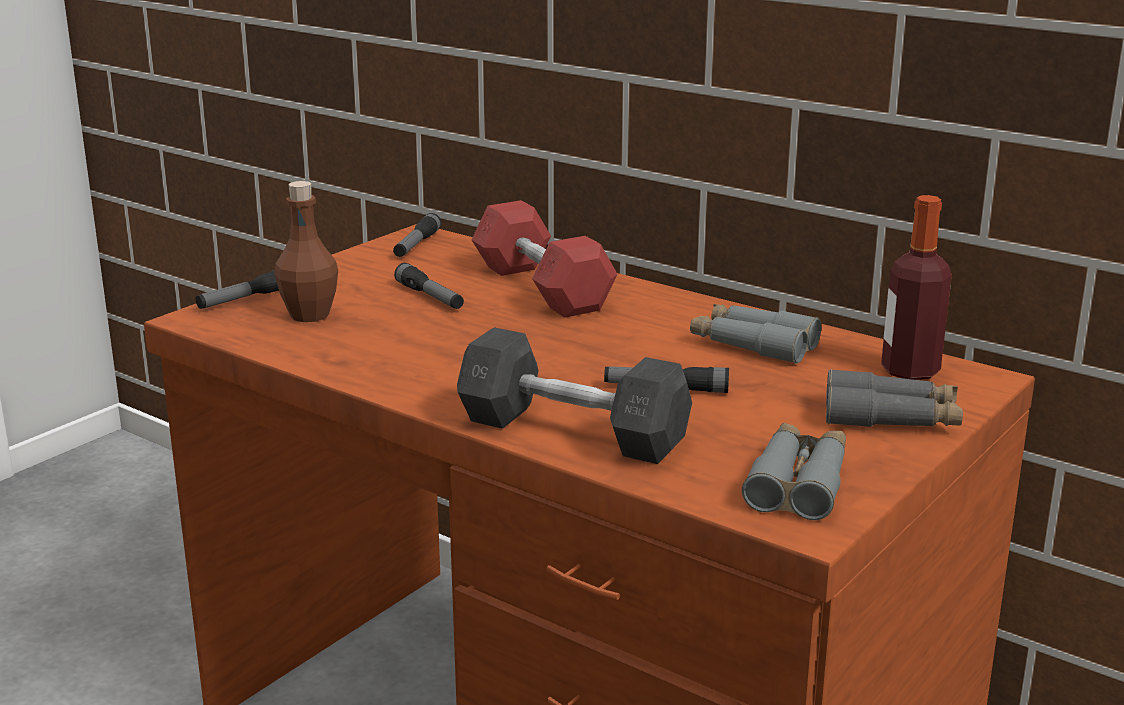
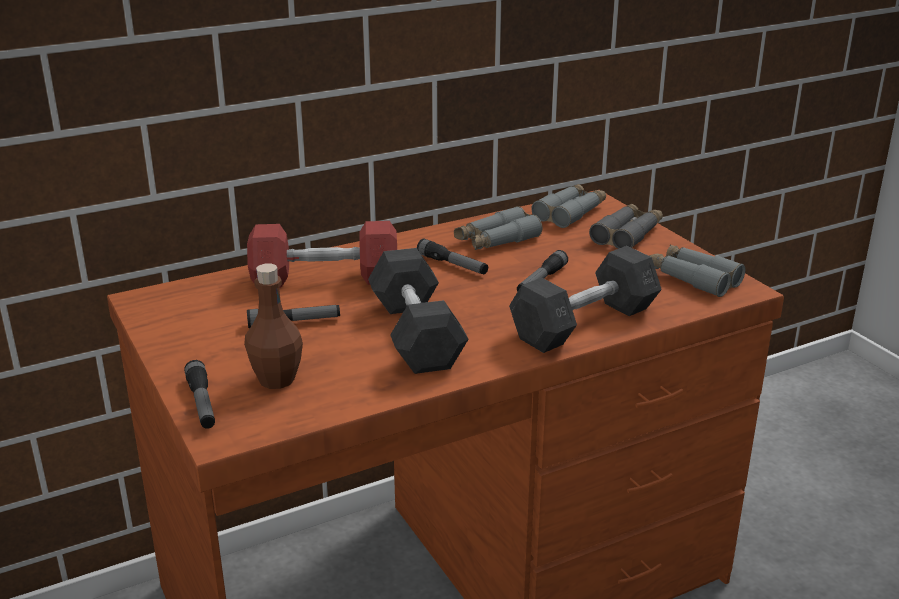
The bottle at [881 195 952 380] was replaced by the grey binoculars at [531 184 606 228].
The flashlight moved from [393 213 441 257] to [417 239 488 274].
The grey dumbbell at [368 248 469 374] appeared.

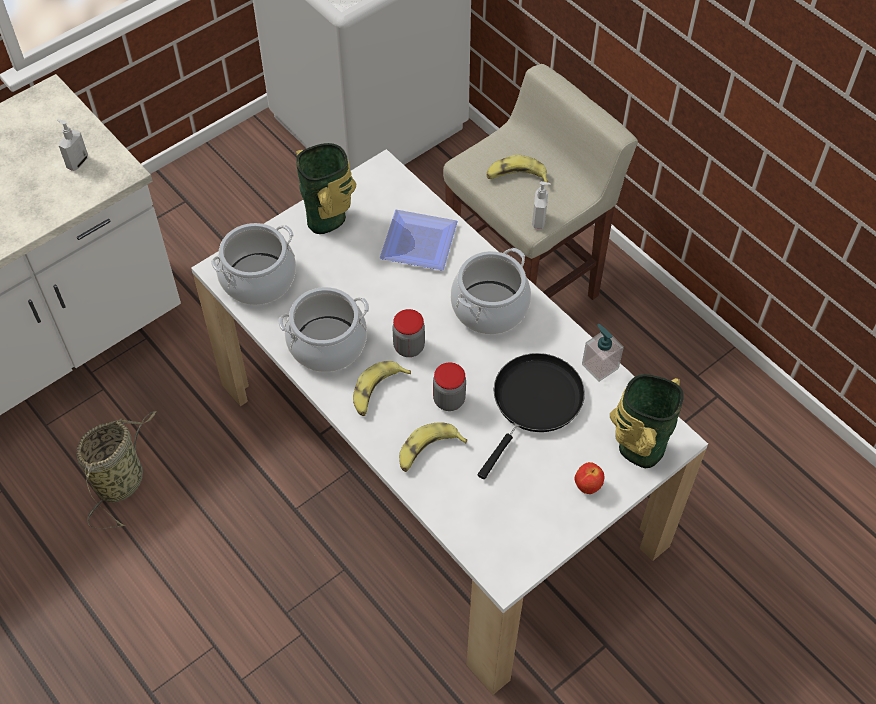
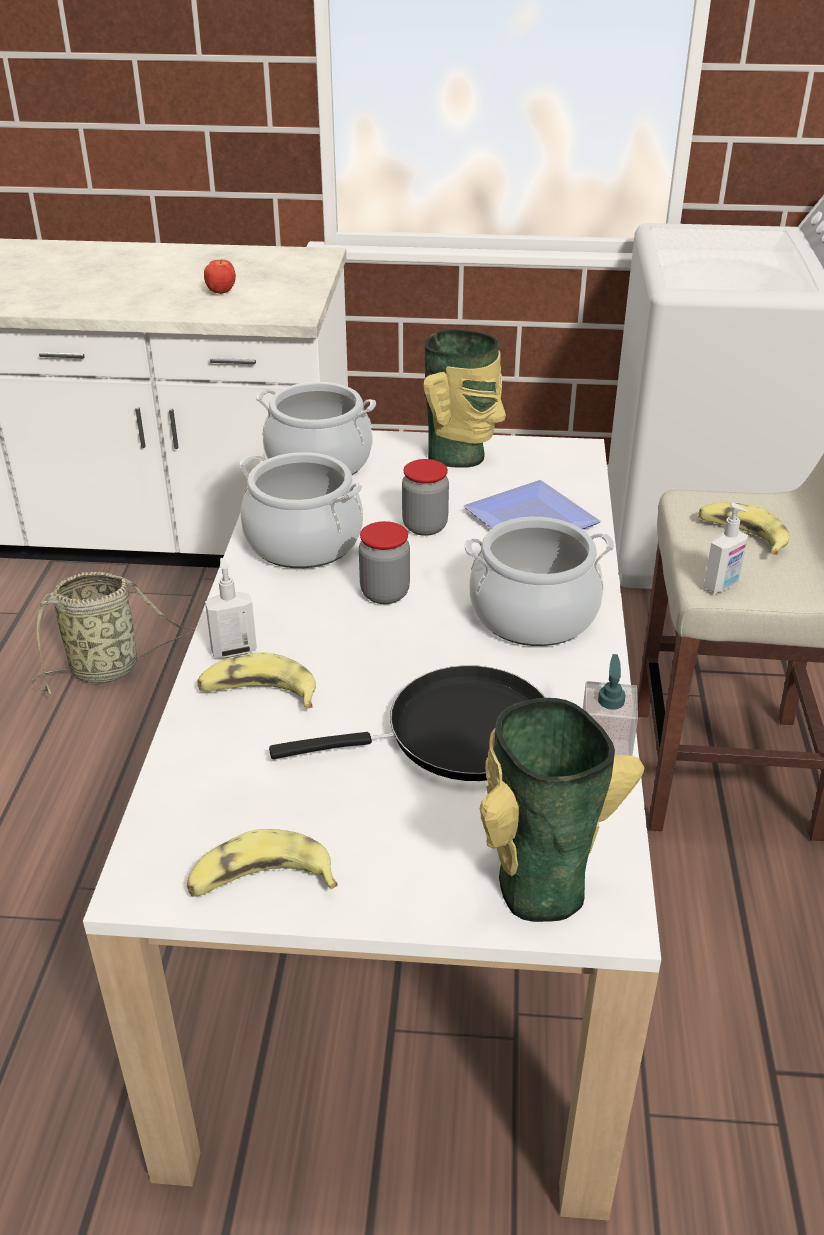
The soap dispenser moved from [57 119 88 171] to [205 558 257 658].
The banana moved from [353 361 411 416] to [187 829 338 897].
The jar moved from [433 362 466 411] to [402 459 449 536].
The apple moved from [574 462 605 494] to [204 259 236 294].

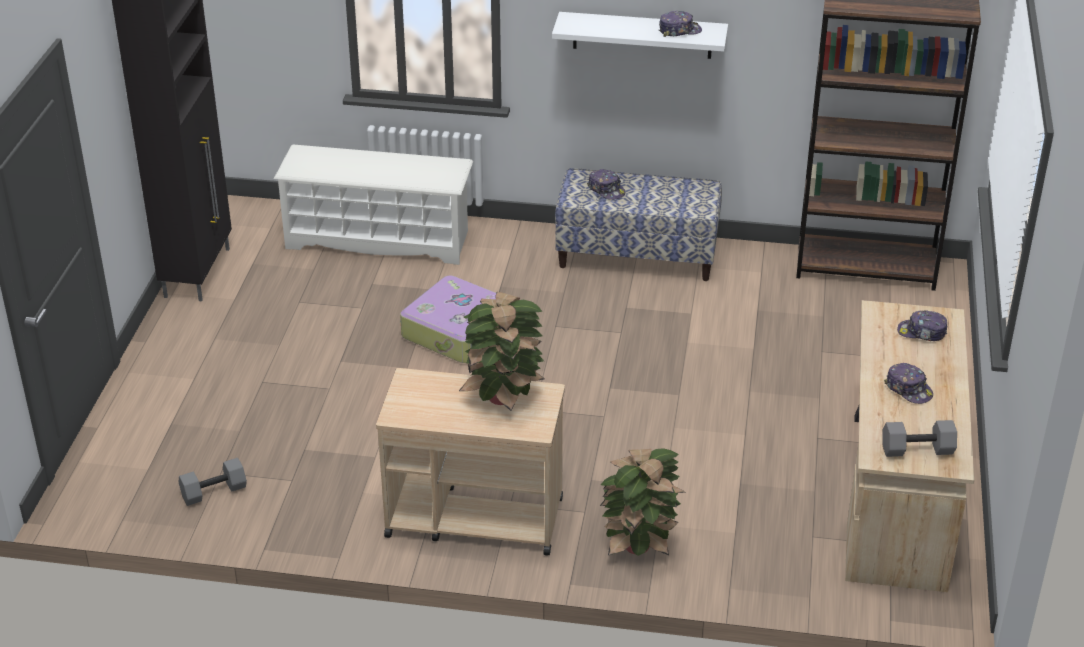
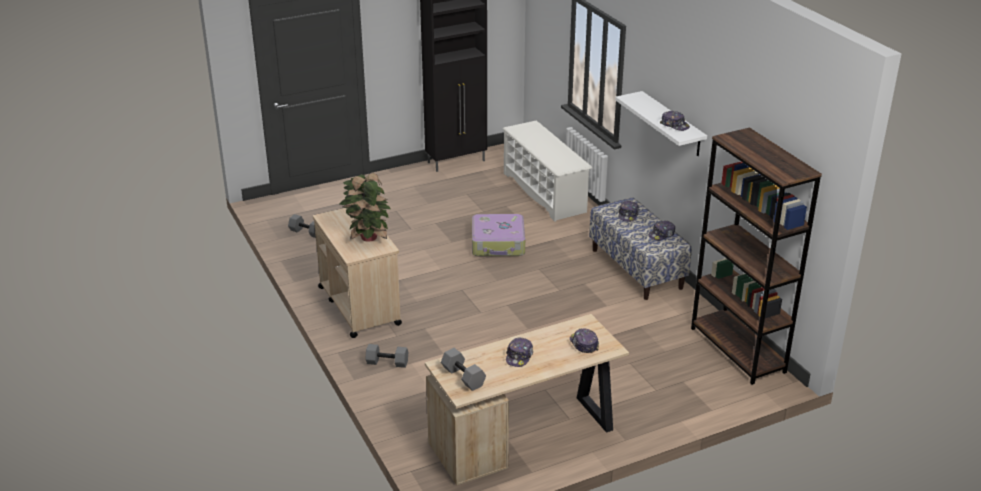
The potted plant at [600 448 685 556] was replaced by the grey dumbbell at [365 344 408 368].
The cap at [649 221 675 241] appeared.

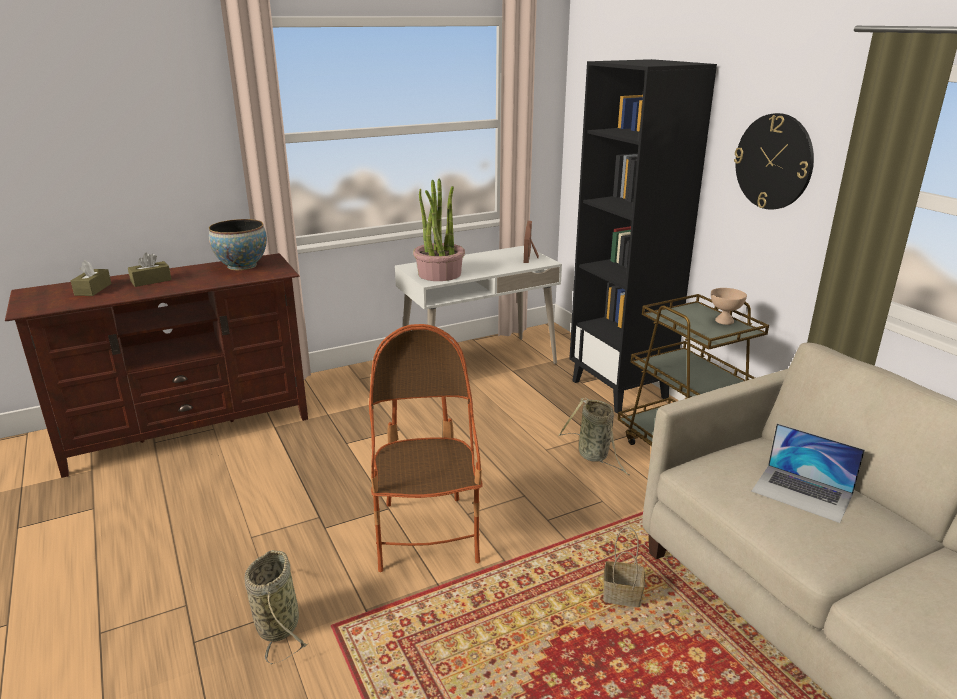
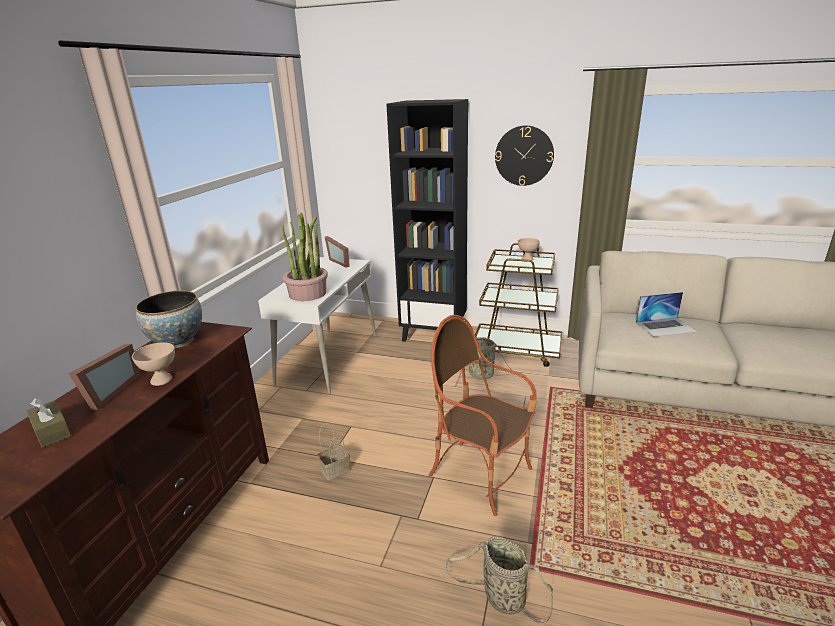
The brown tissue box at [128 253 171 287] was replaced by the picture frame at [69 344 140 410].
The basket moved from [603 527 645 607] to [317 423 350 480].
The beige bowl at [132 342 175 386] appeared.

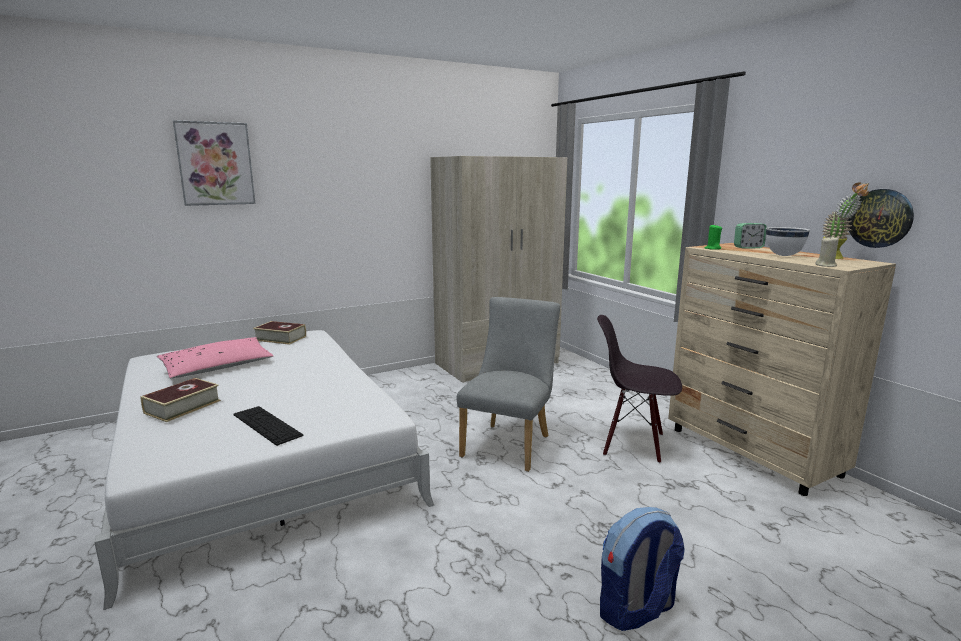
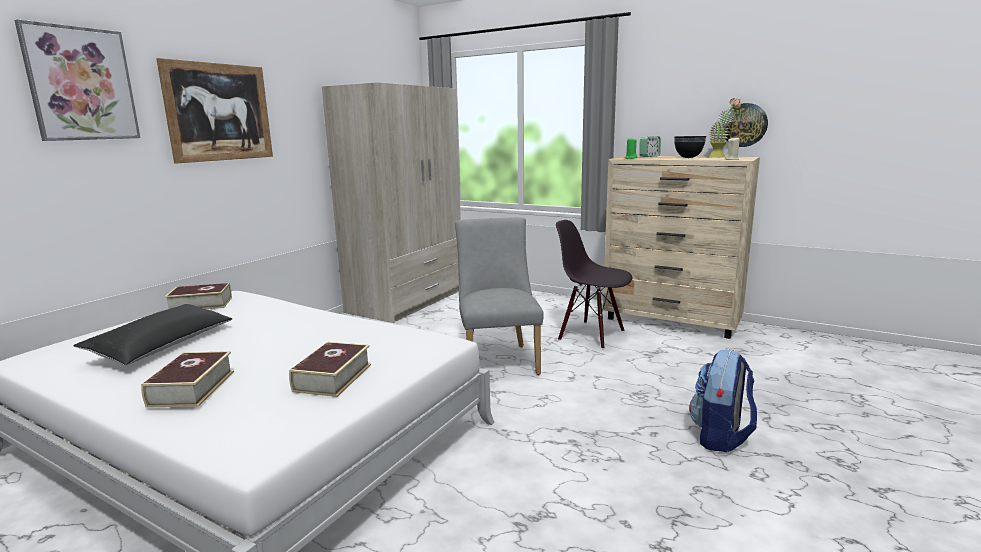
The white bowl at [766 227 810 256] became the black bowl at [674 136 706 158].
The black chair at [597 315 682 463] turned 45 degrees clockwise.
The pink pillow at [157 337 273 378] became the black pillow at [73 304 232 365].
The keyboard at [233 406 304 446] was replaced by the book at [289 342 371 397].
The picture at [156 58 273 163] appeared.

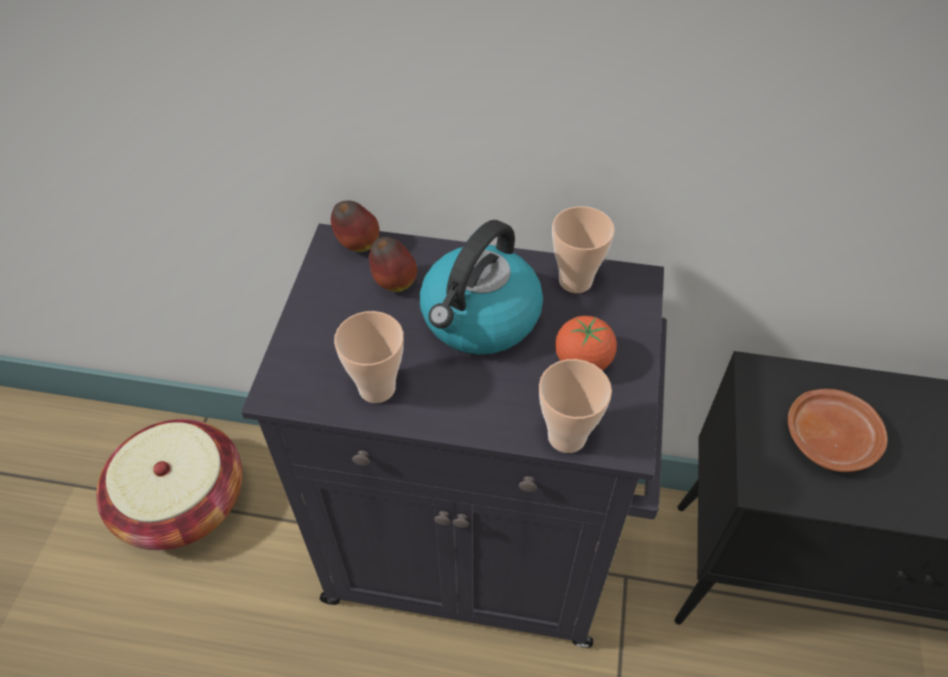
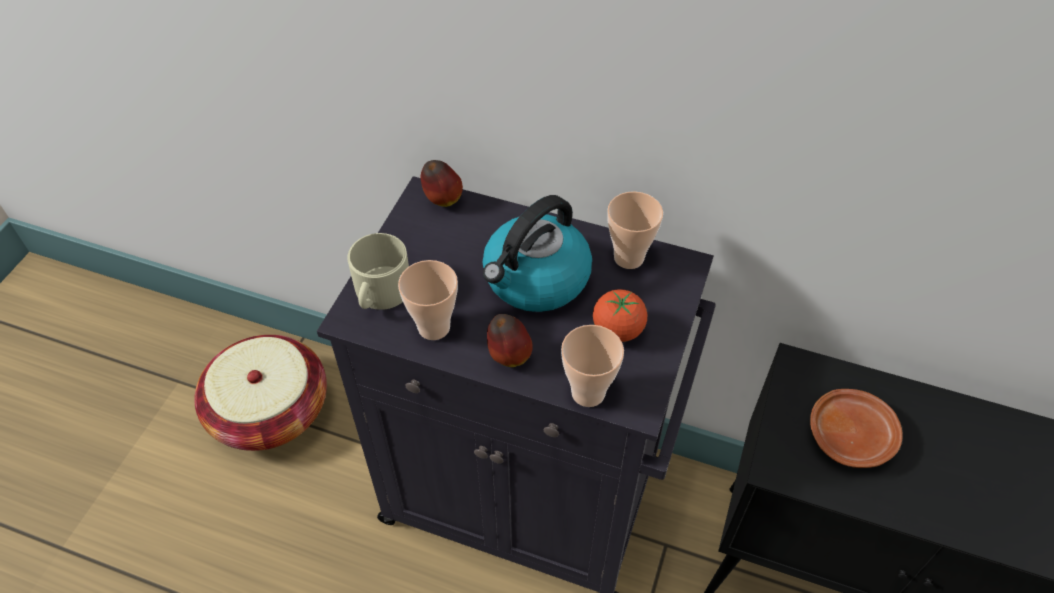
The apple moved from [369 237 417 292] to [487 314 533 367].
The beige mug at [347 233 409 310] appeared.

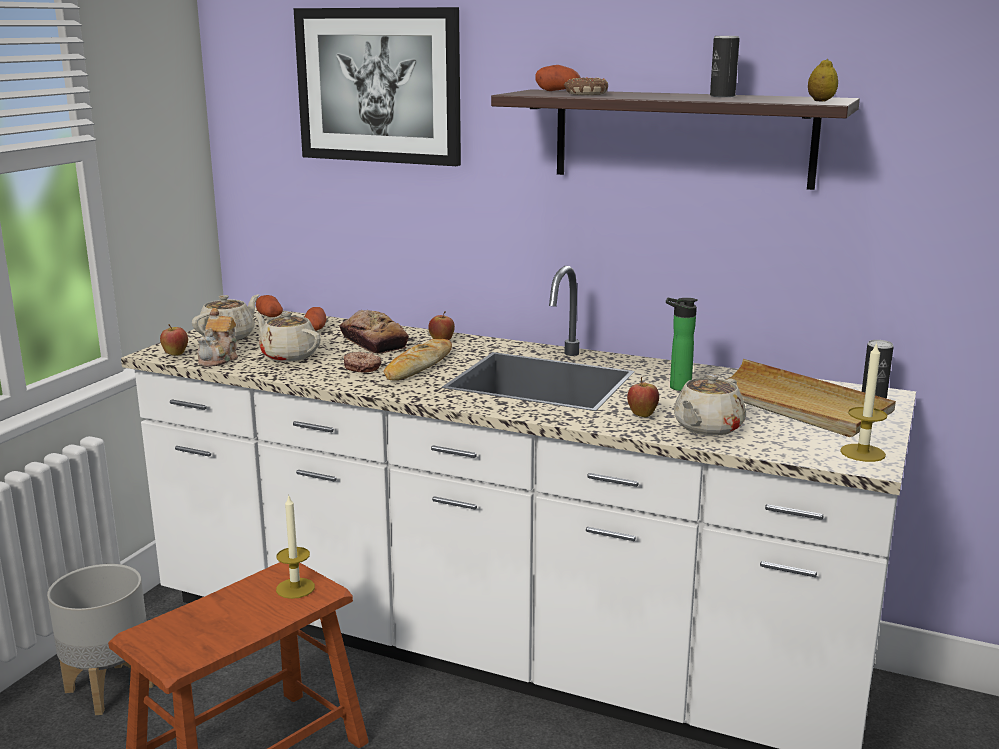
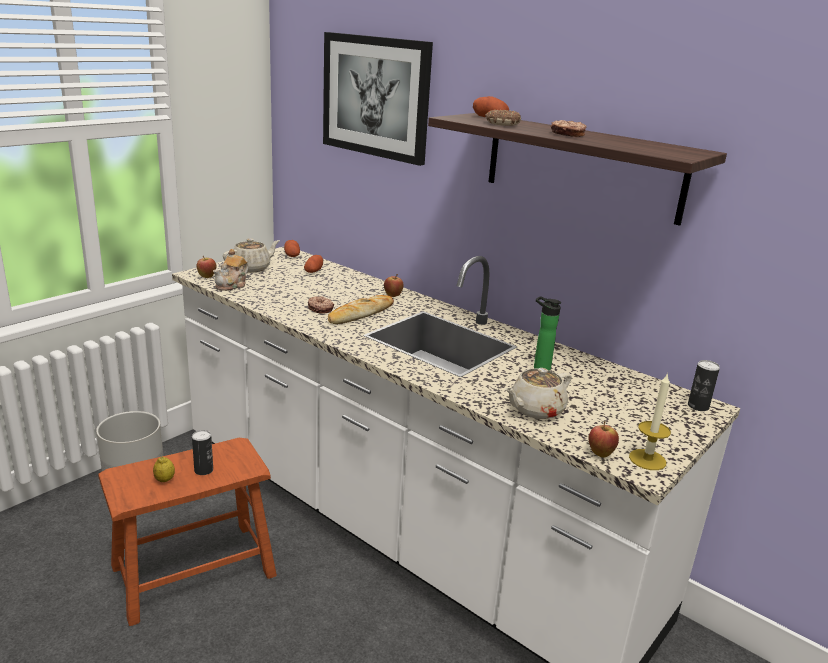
The can moved from [710 36 740 97] to [192 430 213 475].
The lemon moved from [808 59 838 102] to [153 457 175 482].
The bread at [339 310 409 354] disappeared.
The beige teapot at [254 311 321 362] disappeared.
The beige tray at [726 359 896 437] disappeared.
The apple moved from [627 377 659 417] to [589 421 619 458].
The candle at [276 496 315 599] disappeared.
The donut at [551 120 587 137] appeared.

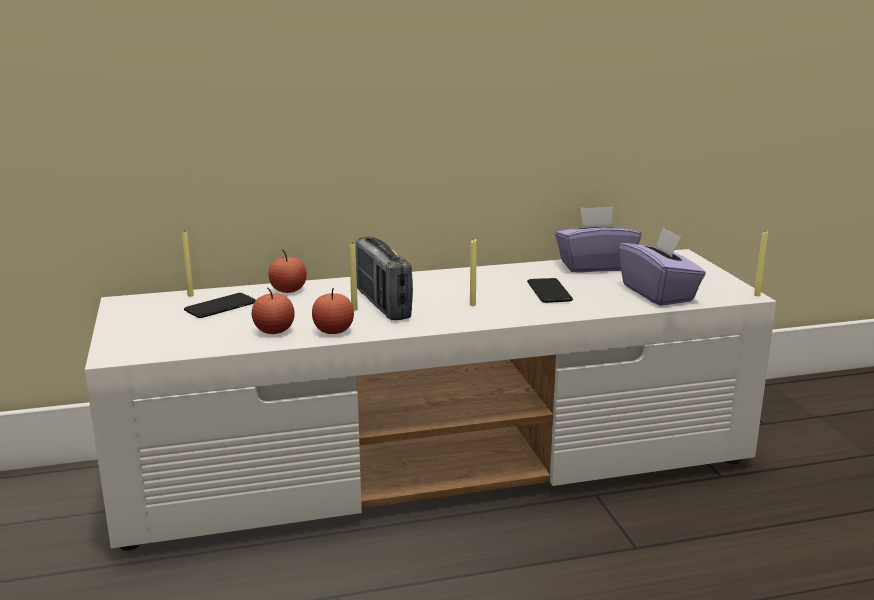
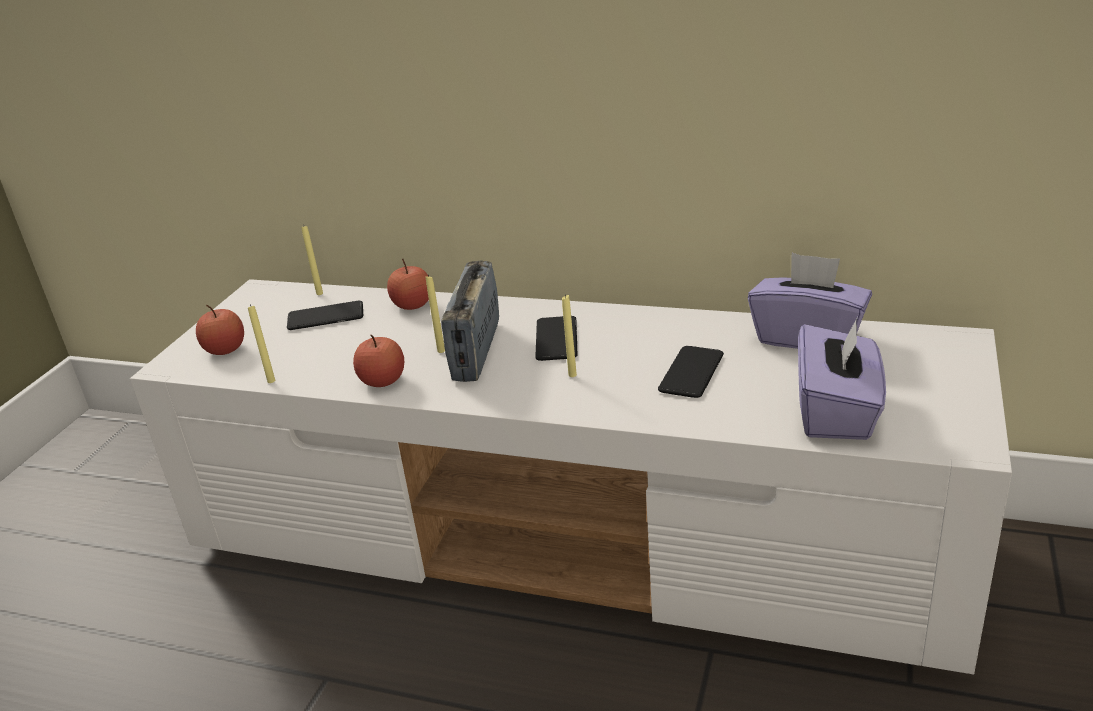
The yellow candle moved from [754 230 768 296] to [248 304 275 383].
The apple moved from [252 287 295 334] to [196 305 244 355].
The phone at [535 316 578 361] appeared.

